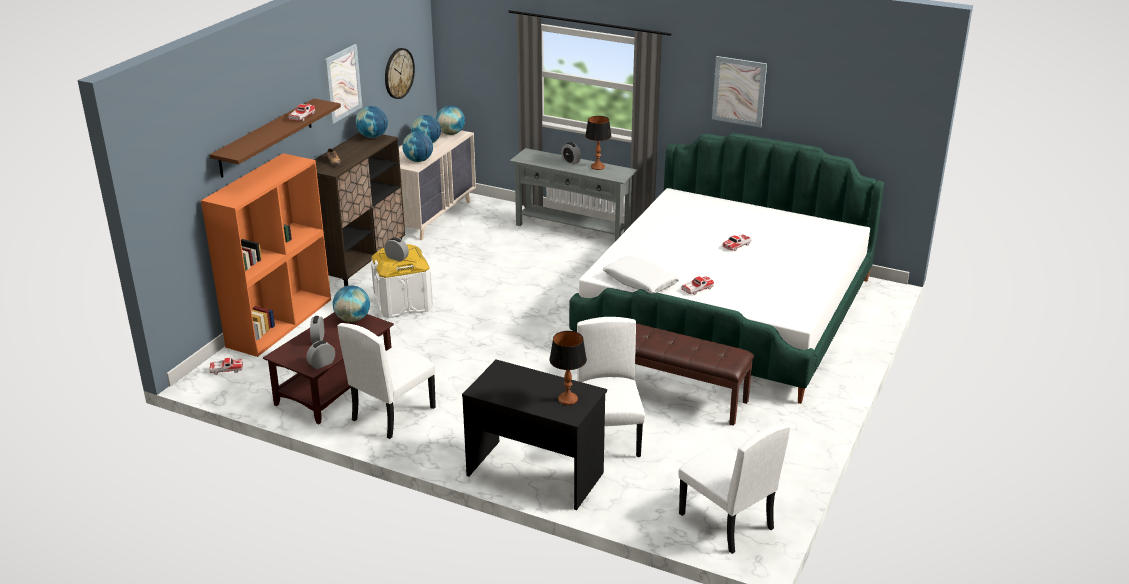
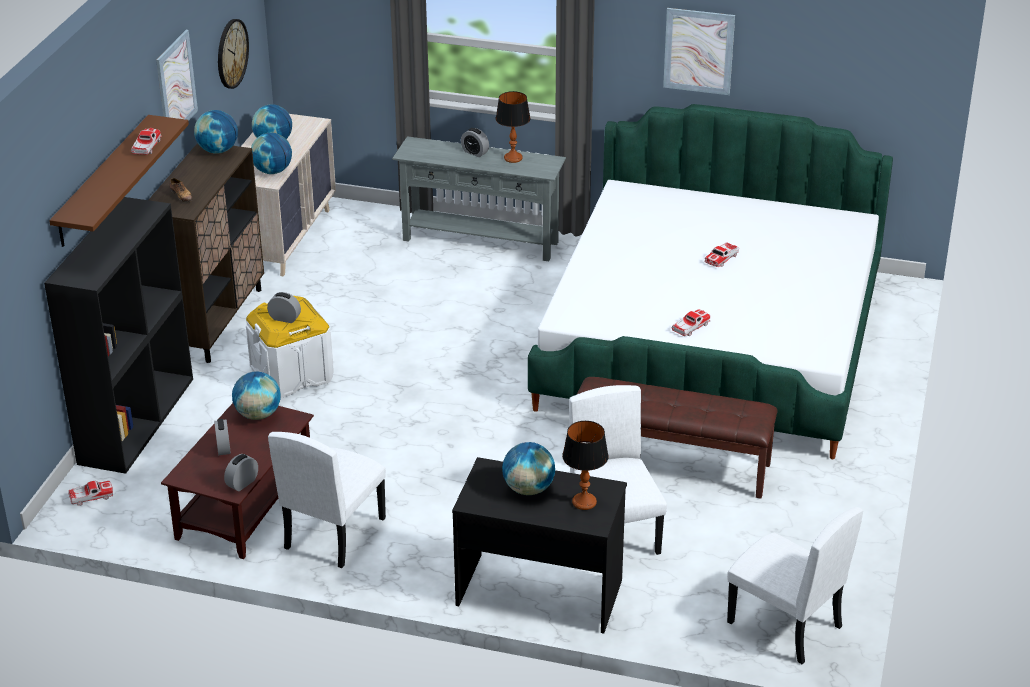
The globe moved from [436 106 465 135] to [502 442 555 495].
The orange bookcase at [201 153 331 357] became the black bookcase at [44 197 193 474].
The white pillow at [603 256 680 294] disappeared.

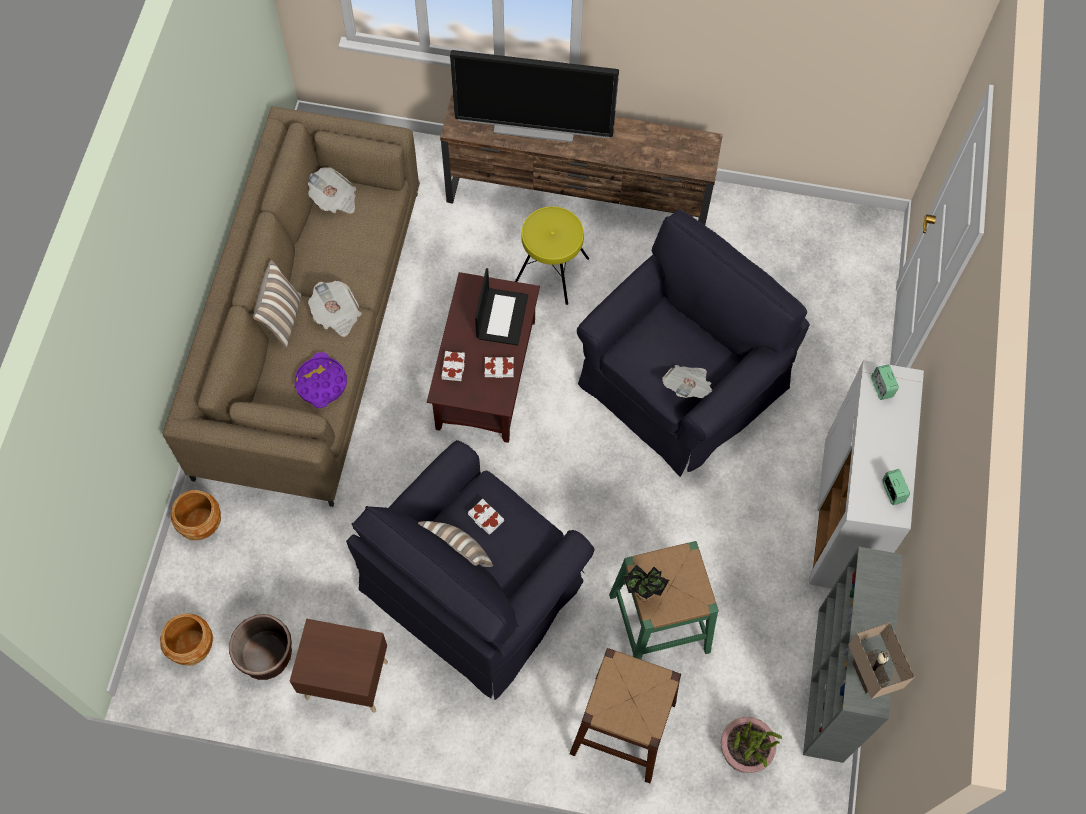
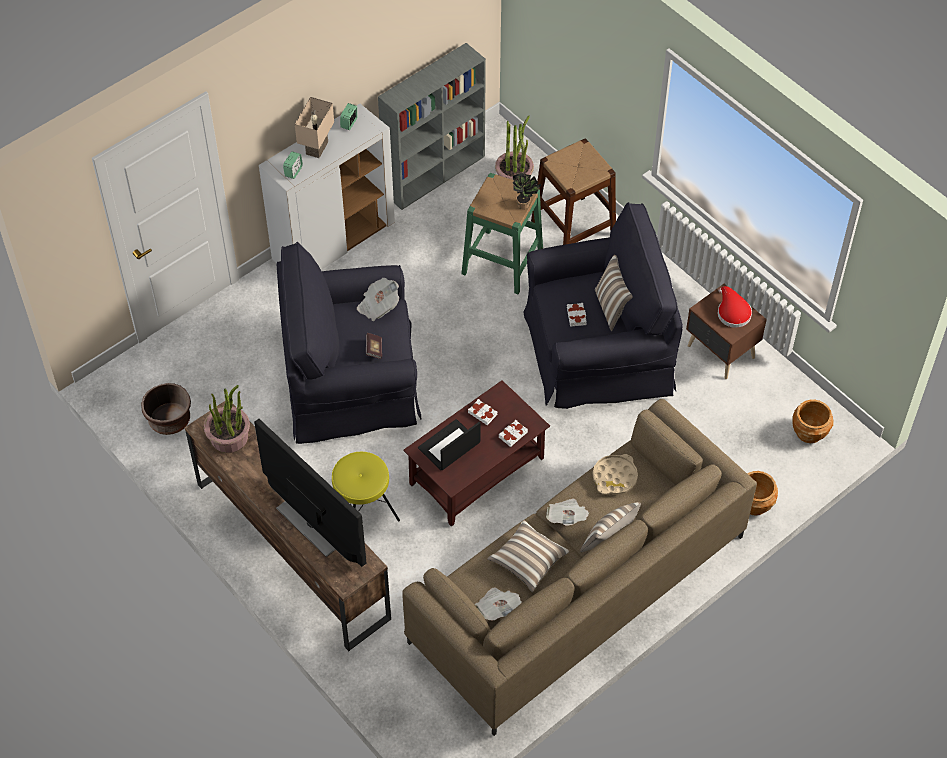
The purple tray at [295 352 347 408] became the beige tray at [592 454 638 495].
The brown planter moved from [229 614 292 680] to [141 383 191 435].
The beige table lamp moved from [848 622 915 699] to [295 97 334 158].
The red hat at [718 286 752 328] appeared.
The book at [366 333 382 359] appeared.
The potted plant at [204 385 250 453] appeared.
The pillow at [487 520 570 592] appeared.

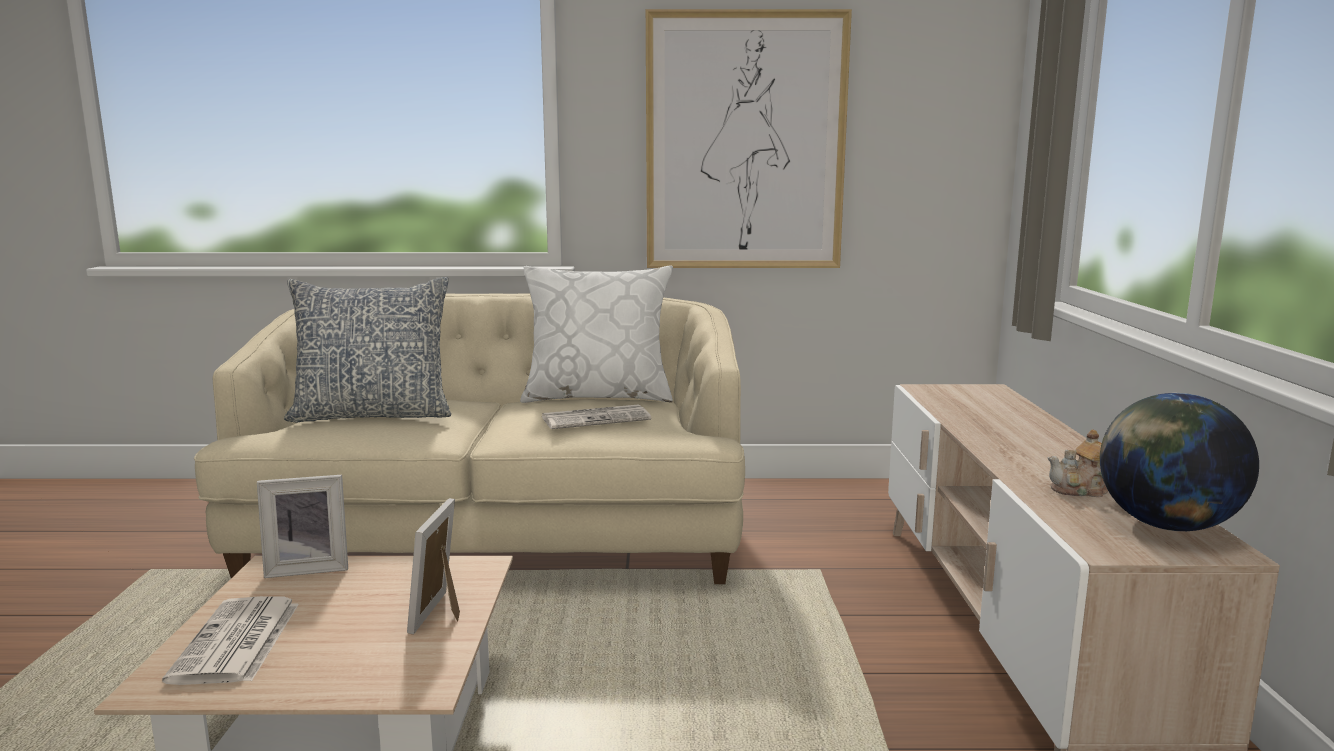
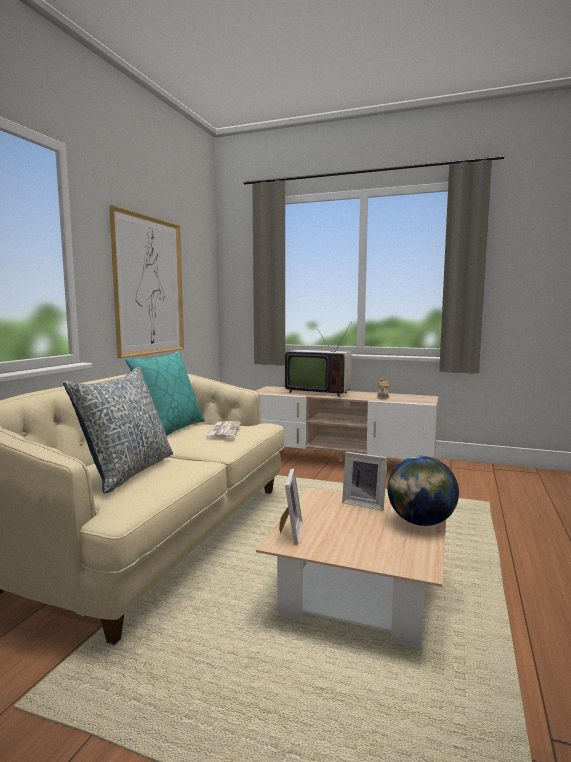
The white pillow at [520 265 673 403] became the turquoise pillow at [126 351 205 436].
The globe moved from [1100 393 1259 531] to [388 456 459 526].
The newspaper at [162 596 299 685] disappeared.
The television at [285 321 352 397] appeared.

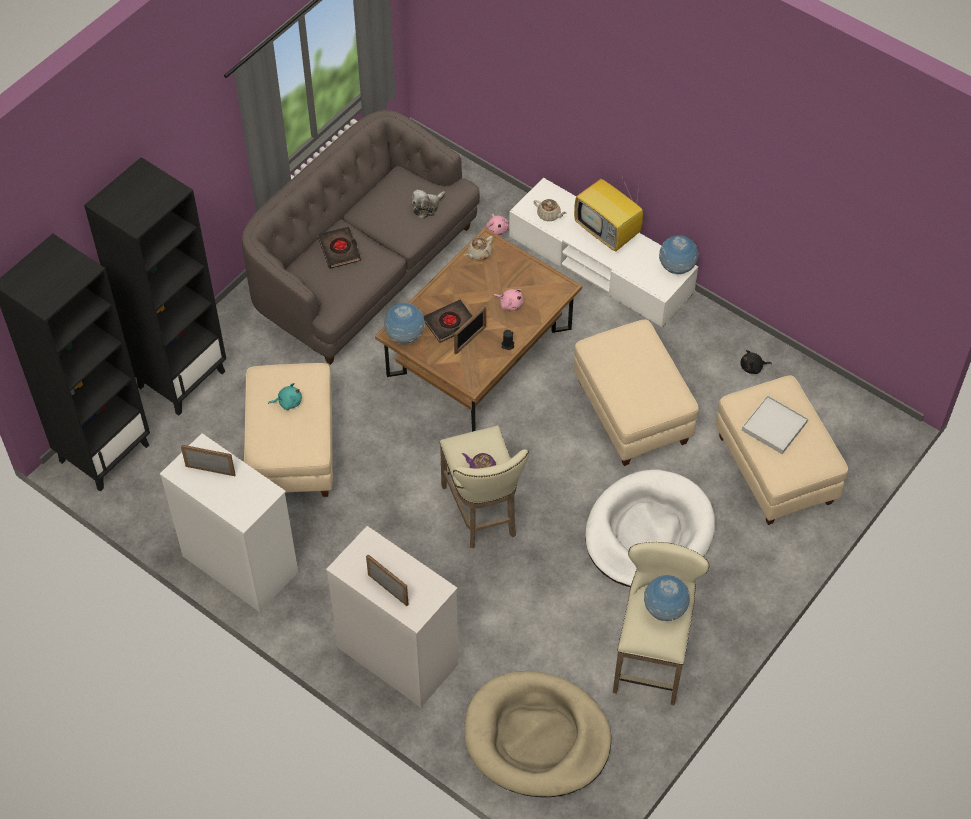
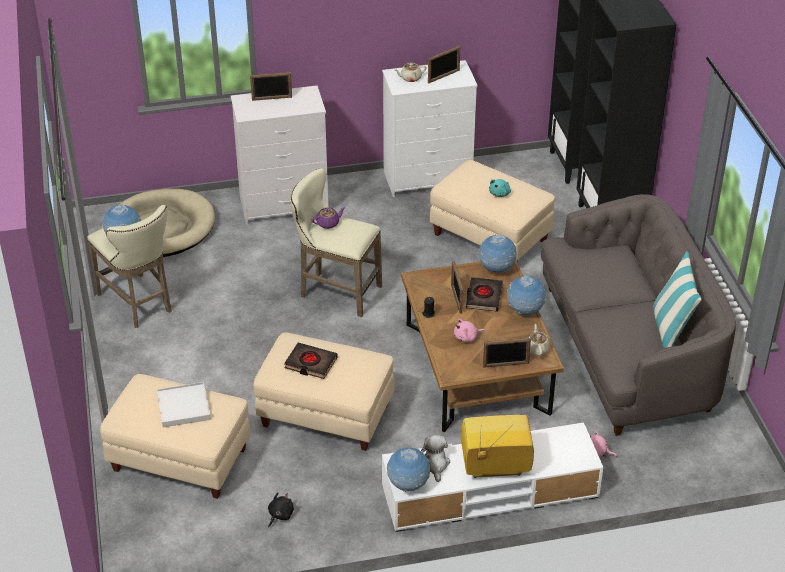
The plush toy moved from [412 190 446 219] to [421 435 450 482].
The beige teapot moved from [534 199 567 221] to [395 63 427 82].
The black book moved from [318 227 361 269] to [284 343 338 379].
The white dog bed at [585 469 715 587] disappeared.
The pillow at [654 251 702 348] appeared.
The globe at [507 275 546 315] appeared.
The picture frame at [483 338 531 368] appeared.

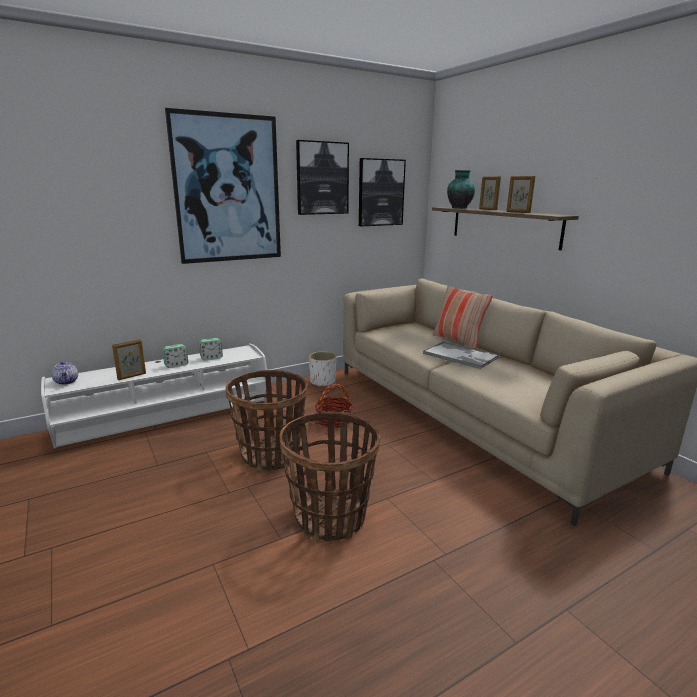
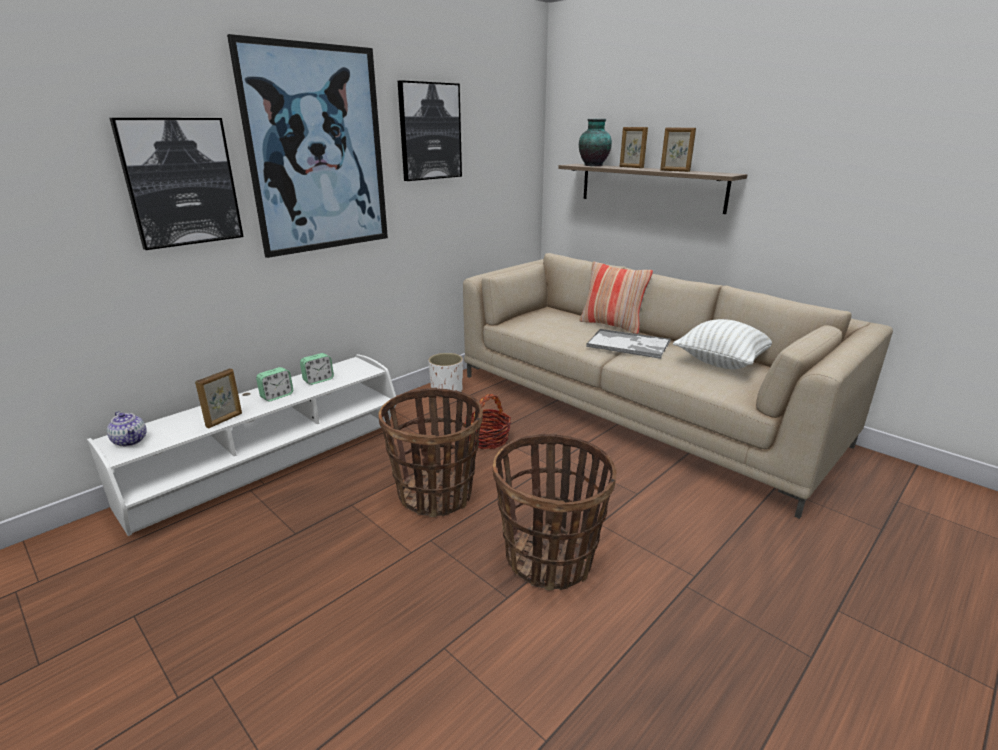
The picture moved from [359 158 406 226] to [110 118 244 250].
The white pillow at [673 319 772 369] appeared.

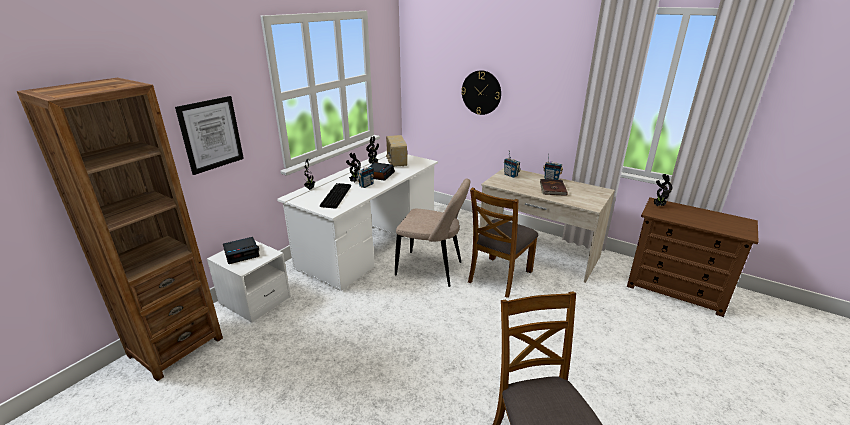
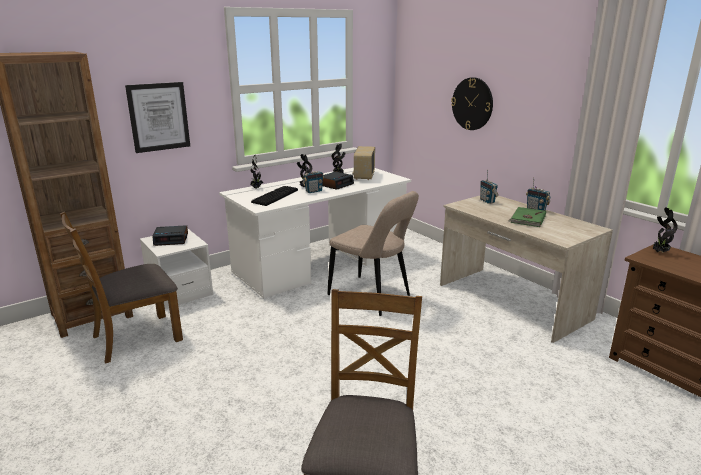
The brown book at [540 179 568 196] became the green book at [509 207 546 227].
The brown chair moved from [468 188 538 298] to [60 211 183 364].

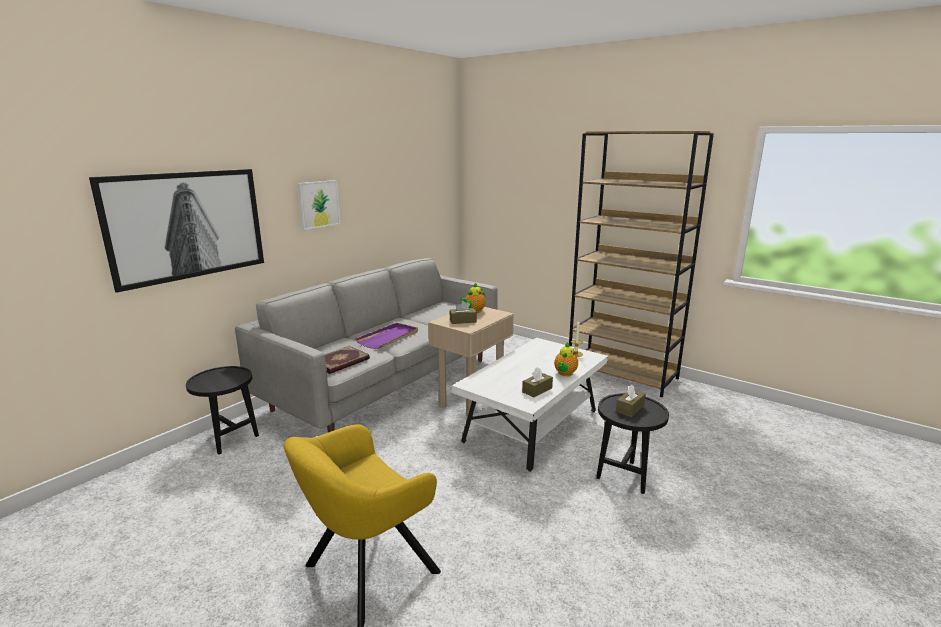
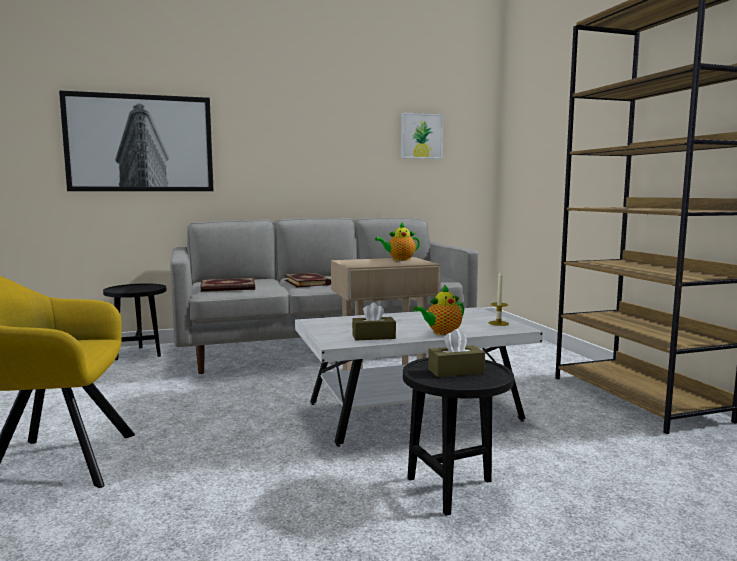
The picture moved from [298 180 341 230] to [401 113 443 159].
The brown tissue box at [450 301 477 324] disappeared.
The purple tray at [356 323 418 349] was replaced by the book at [284 273 331 287].

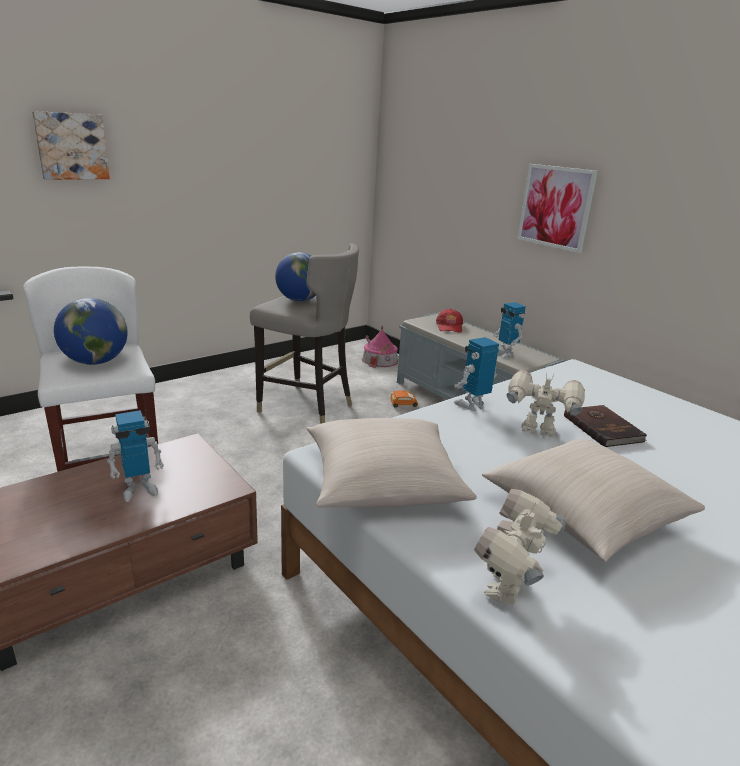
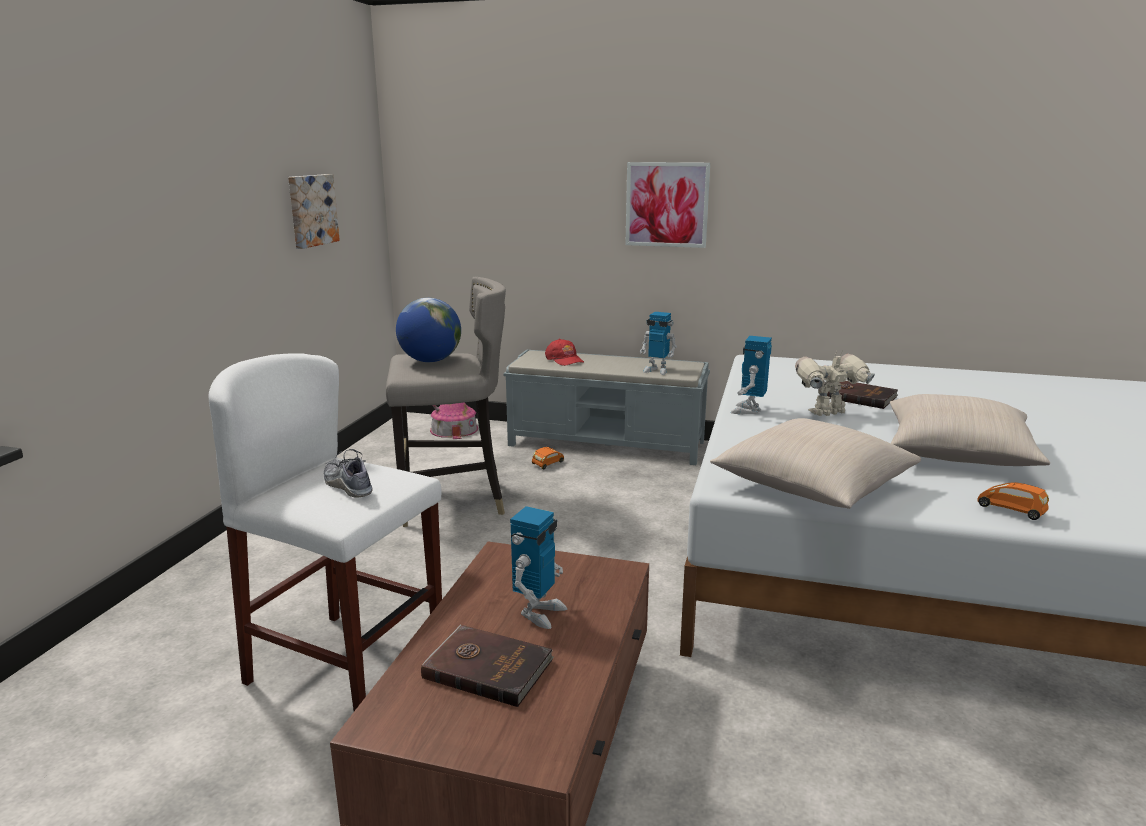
The picture moved from [32 111 110 180] to [288 174 340 249].
The globe at [54 298 128 365] was replaced by the shoe at [324 449 373 498].
The toy robot at [474 489 566 605] was replaced by the orange toy car at [977 482 1049 520].
The brown book at [421 625 554 707] appeared.

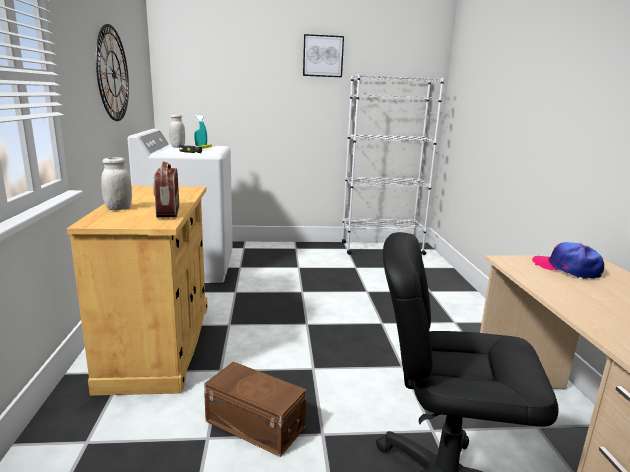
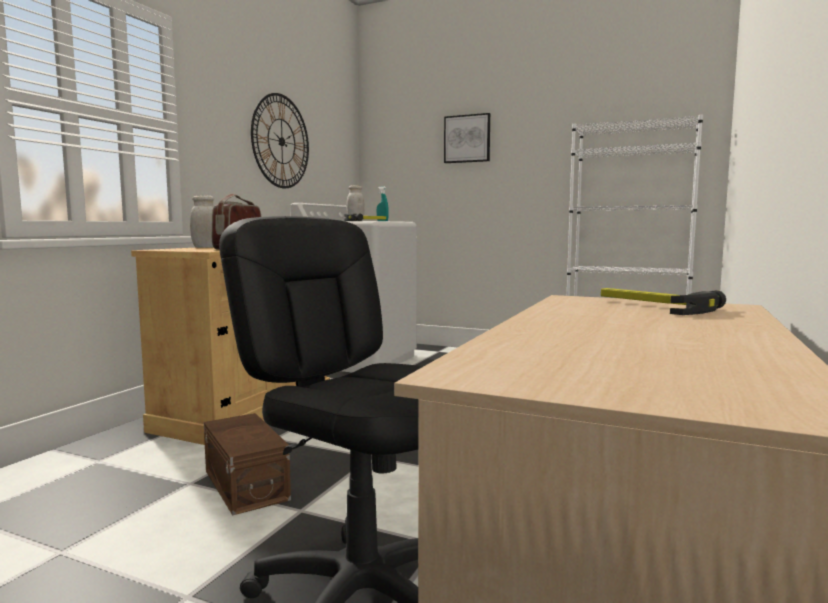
The picture moved from [303 34 344 77] to [444 113 490 163].
The cap at [532 242 604 279] was replaced by the hammer at [601 288 726 315].

